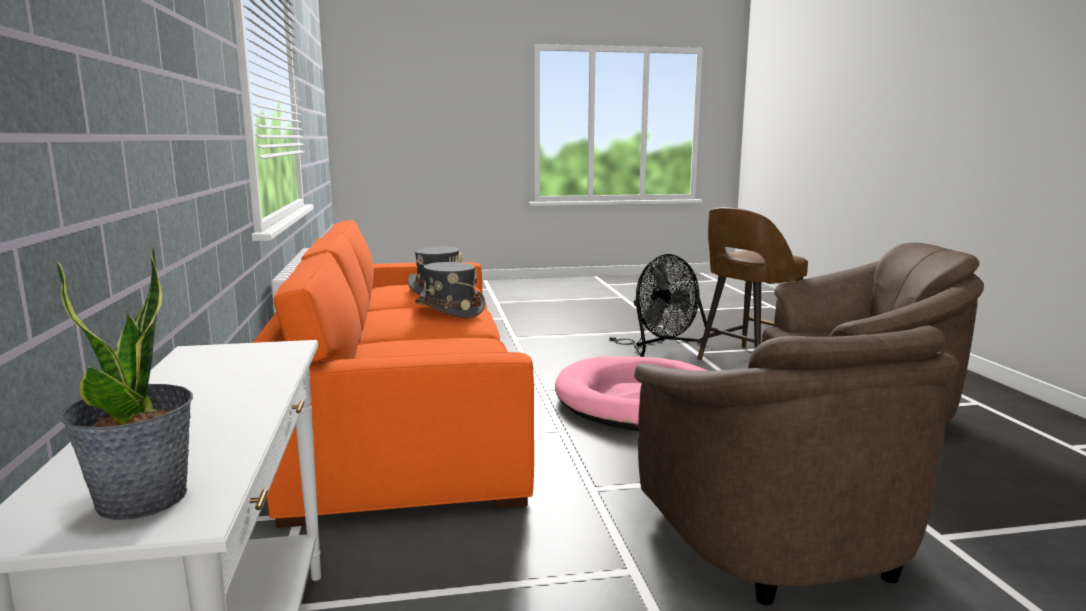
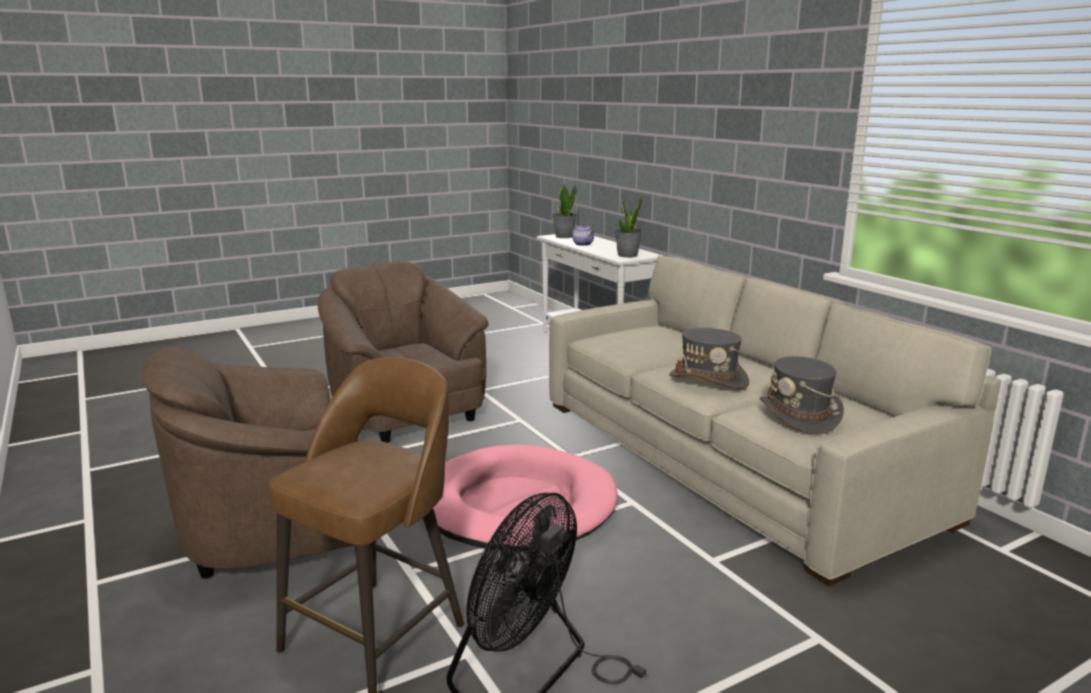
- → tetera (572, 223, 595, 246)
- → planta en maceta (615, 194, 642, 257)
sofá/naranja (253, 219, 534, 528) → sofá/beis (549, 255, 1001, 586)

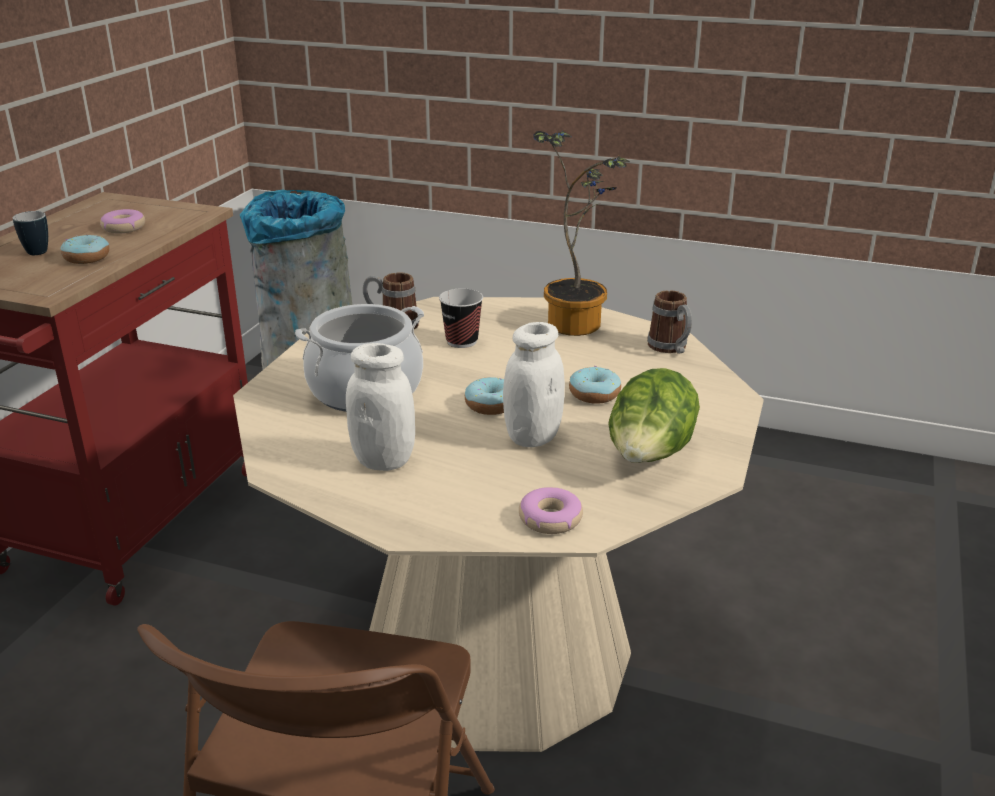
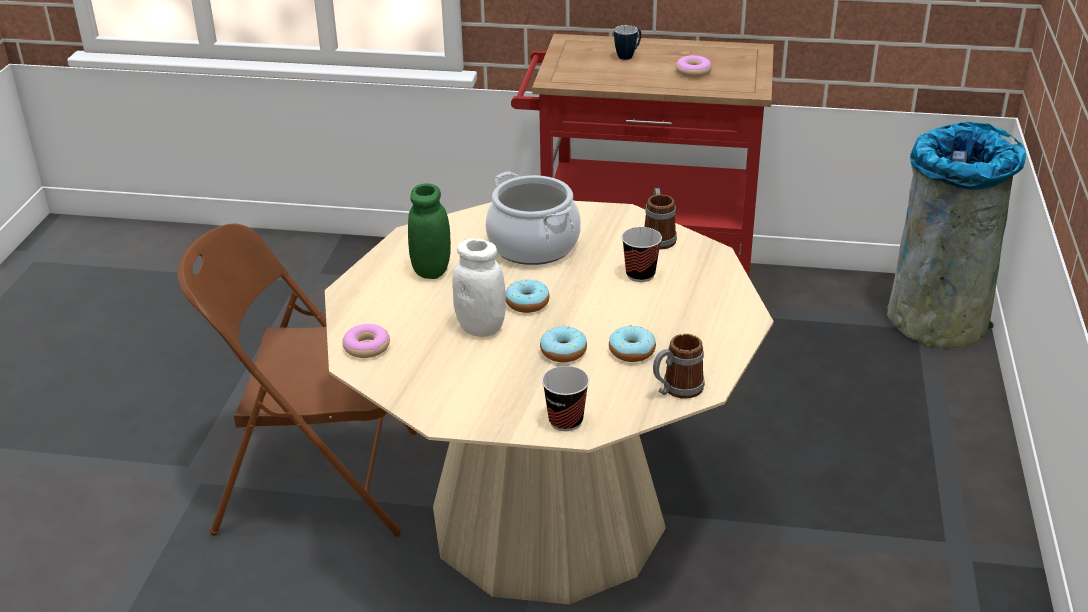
planta en maceta (533, 130, 630, 336) → -
lechuga (608, 368, 700, 463) → -
- → taza (542, 366, 589, 431)
rosquilla (60, 235, 109, 264) → rosquilla (609, 325, 656, 362), moved
tarro/blanco (346, 343, 415, 471) → tarro/verde (408, 183, 451, 279)

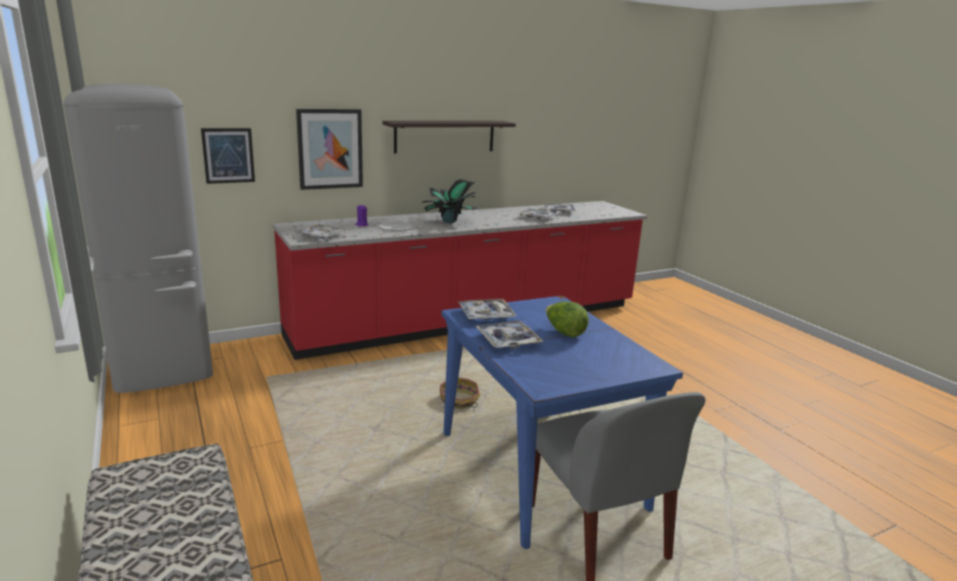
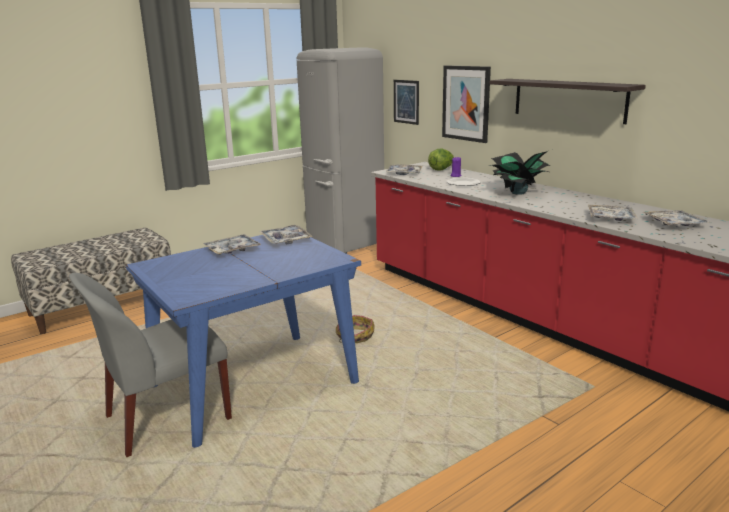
lechuga (546, 301, 589, 337) → lechuga (428, 149, 454, 170), moved

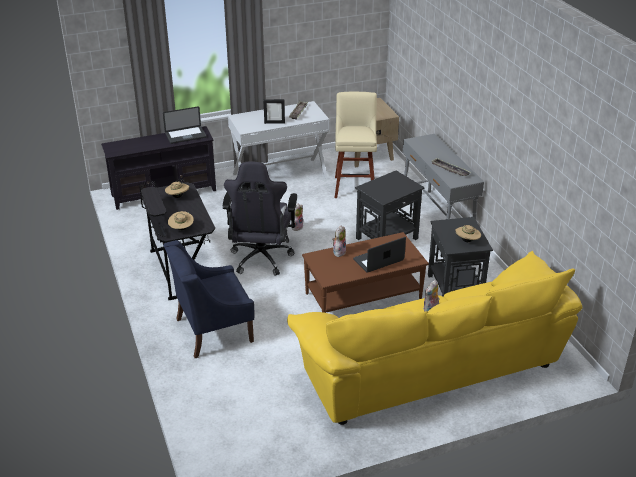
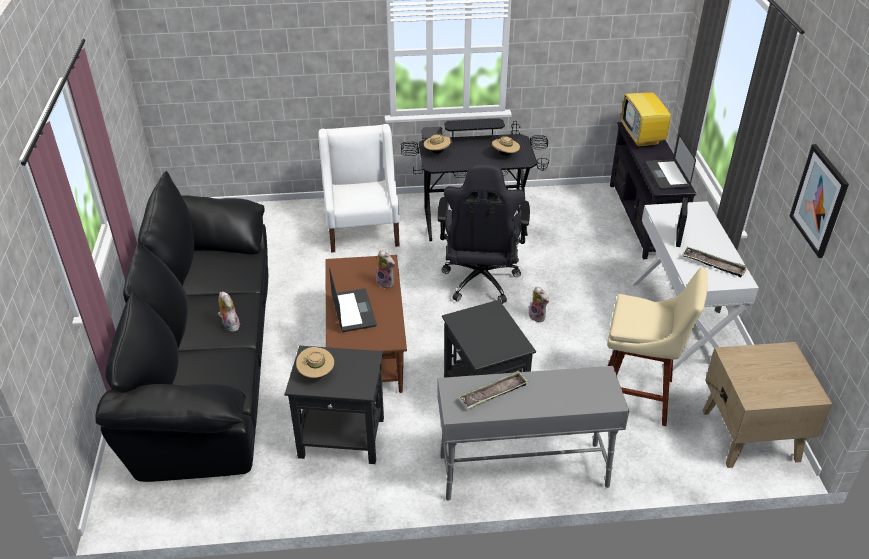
- → televisor (621, 78, 675, 147)
- → cuadro (790, 144, 849, 258)
sillón/azul (163, 240, 255, 358) → sillón/blanco (319, 124, 400, 253)
sofá/amarillo (287, 251, 582, 425) → sofá/negro (95, 171, 268, 482)
silla de oficina/negro (223, 161, 297, 276) → silla de oficina/negro (438, 165, 530, 304), 105 degrees counterclockwise

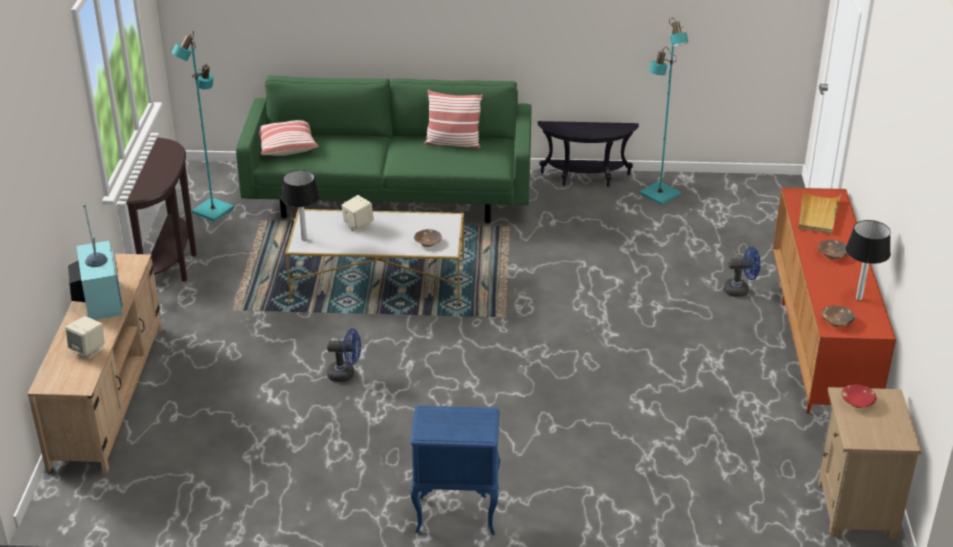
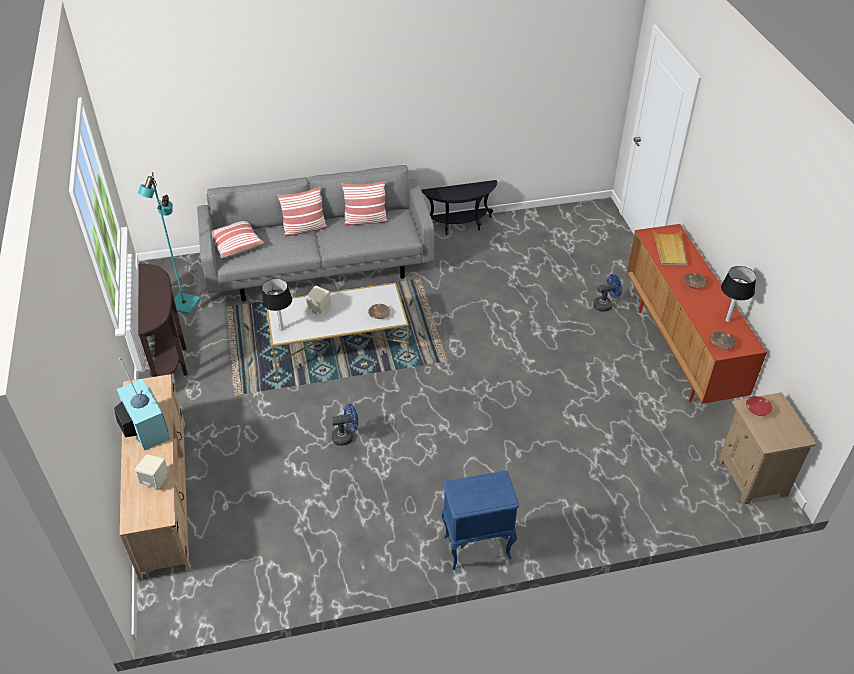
lámpara de pie/turquesa (639, 17, 689, 205) → -
- → cojín (277, 187, 328, 237)
sofá/verde (236, 75, 532, 223) → sofá/gris (197, 165, 434, 302)

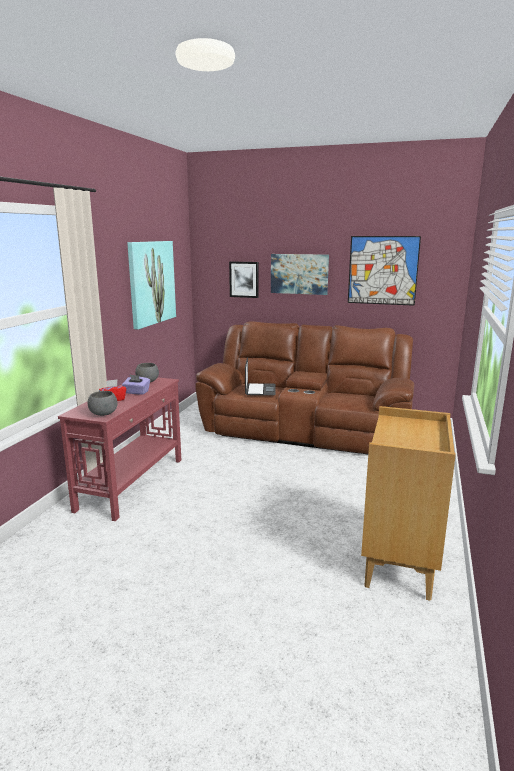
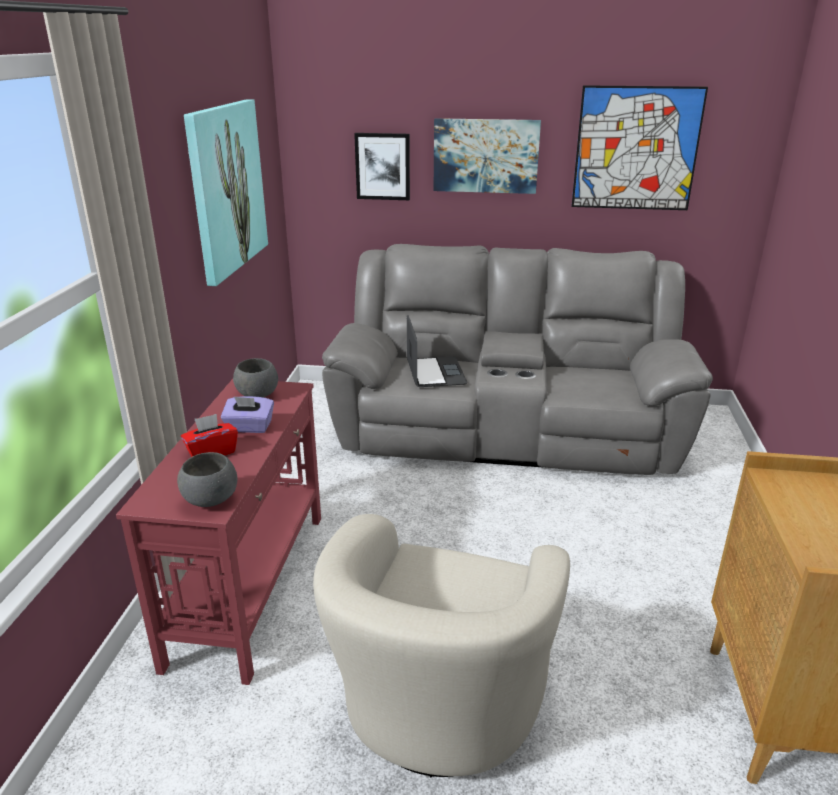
- → sillón/beis (313, 514, 570, 778)
sofá/marrón (195, 321, 414, 454) → sofá/gris (322, 244, 713, 475)

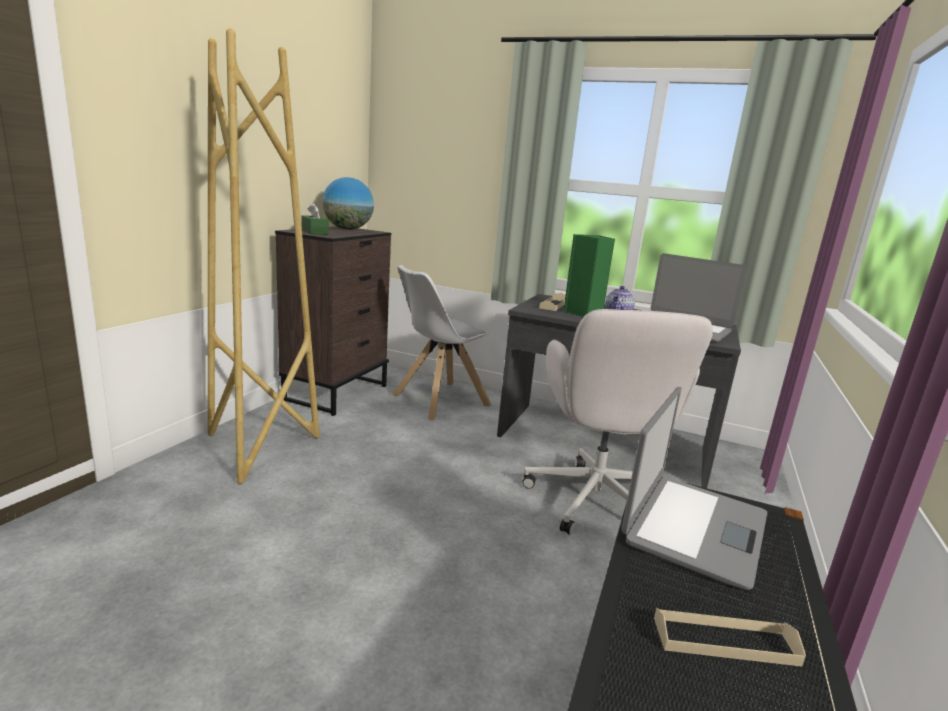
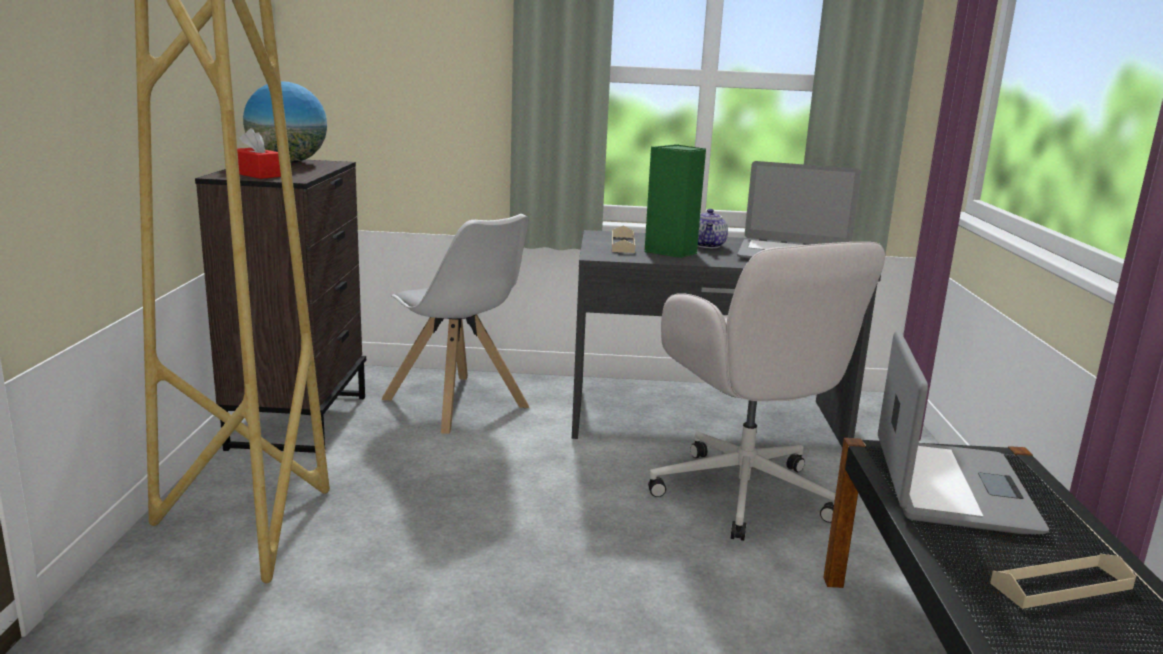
caja de pañuelos/verde (302, 203, 329, 235) → caja de pañuelos/rojo (237, 128, 281, 179)
silla (392, 265, 492, 420) → silla (382, 214, 529, 434), 75 degrees counterclockwise

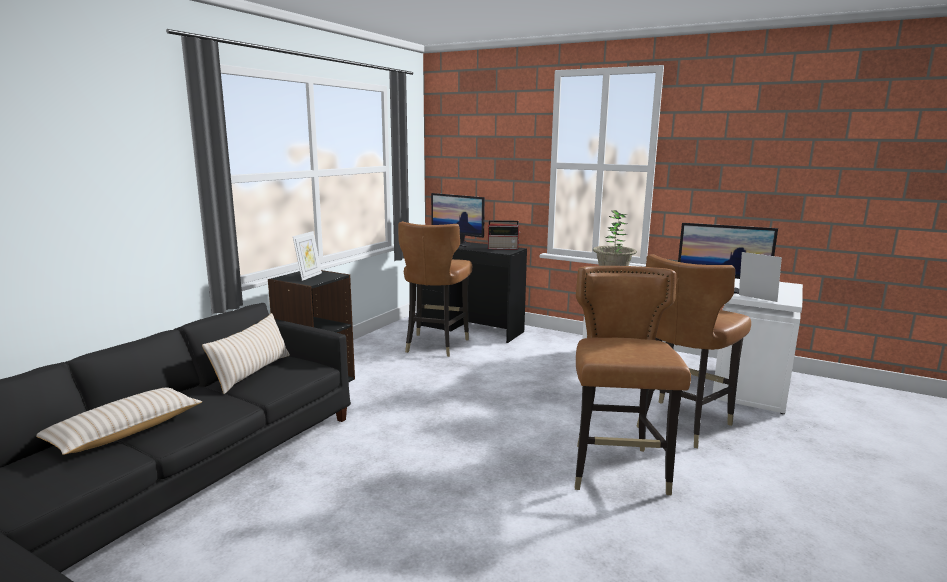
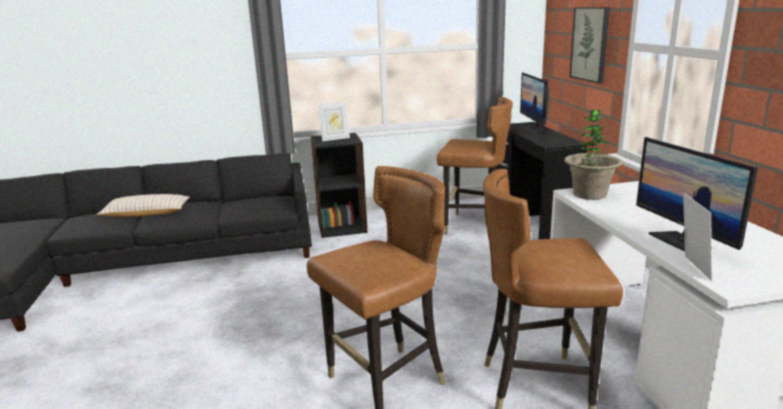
cojín/beis (202, 313, 290, 394) → -
radio (488, 220, 520, 250) → -
- → cuadro (569, 7, 610, 84)
silla/marrón (398, 221, 472, 357) → silla/marrón (437, 97, 513, 234), 135 degrees counterclockwise

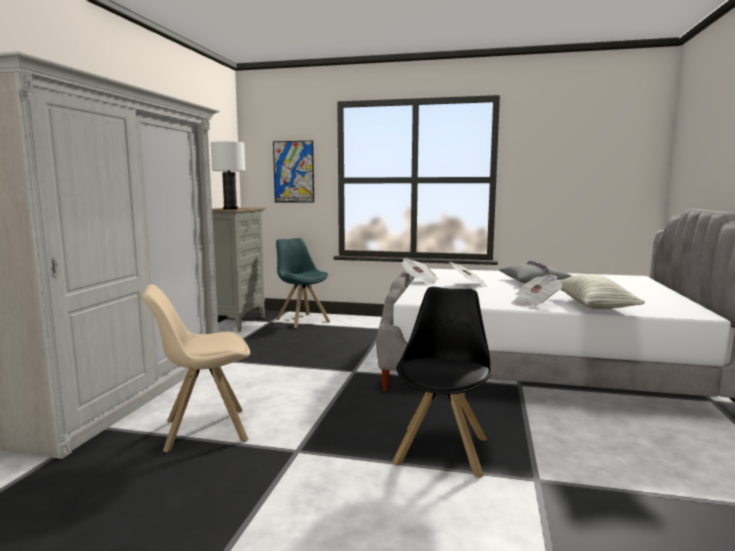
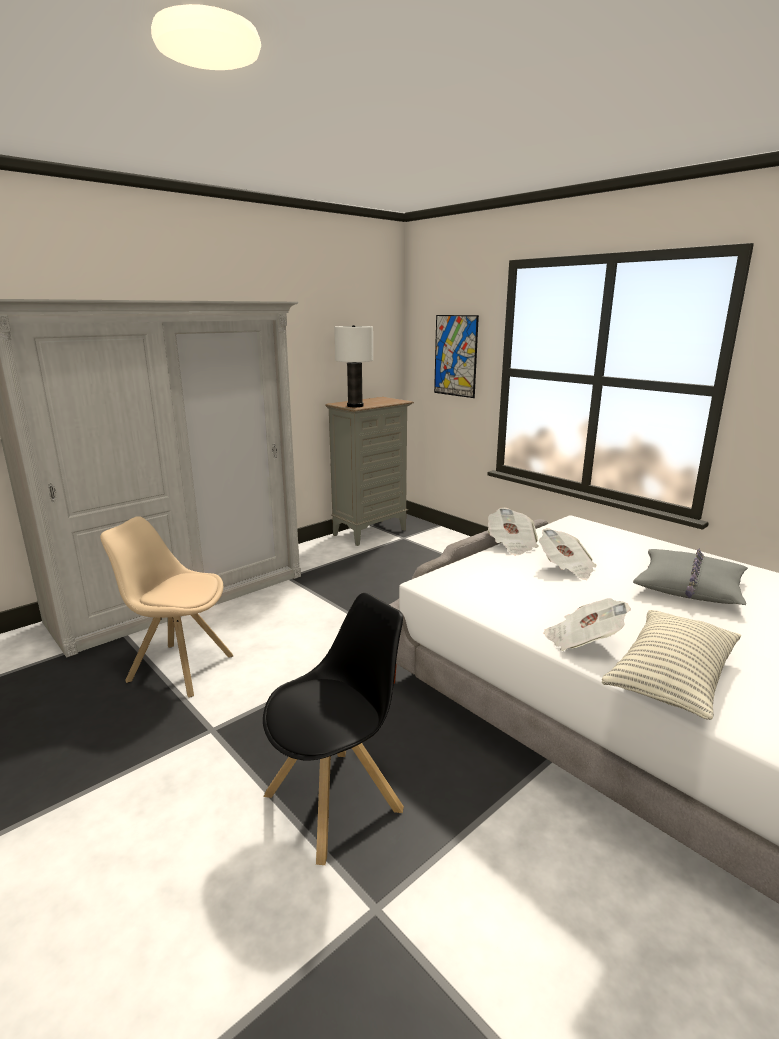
silla/turquesa (276, 238, 330, 328) → -

